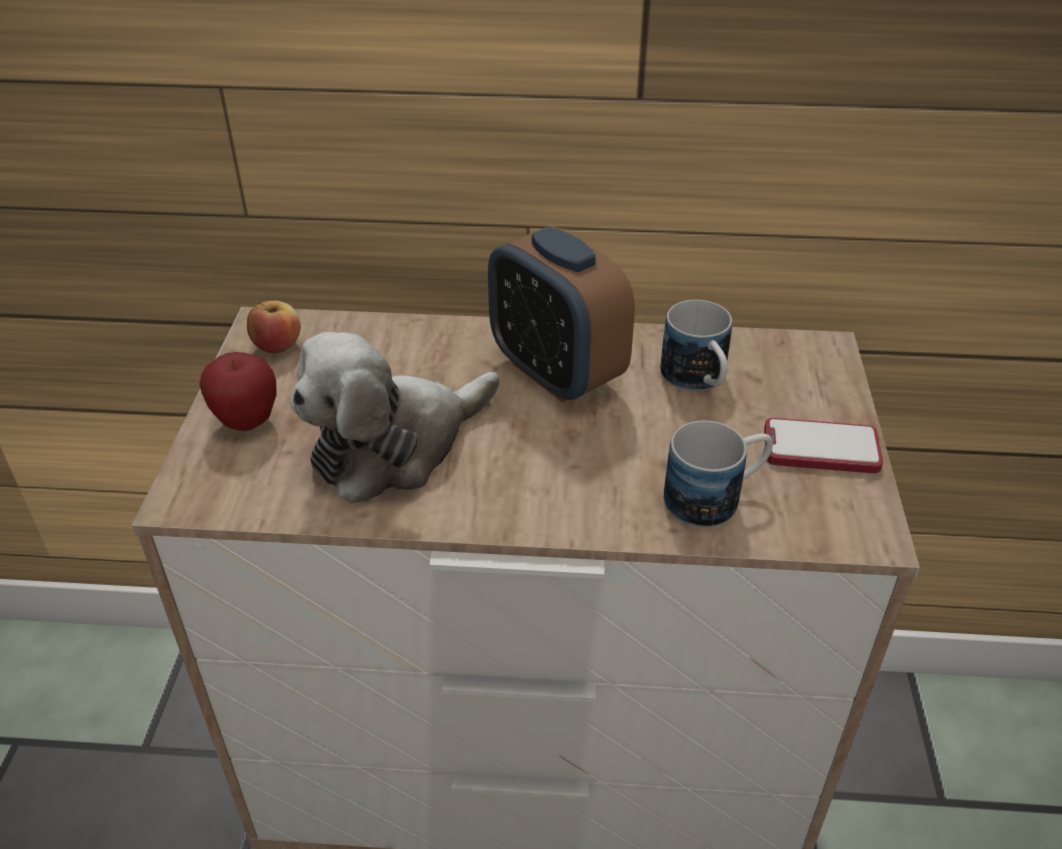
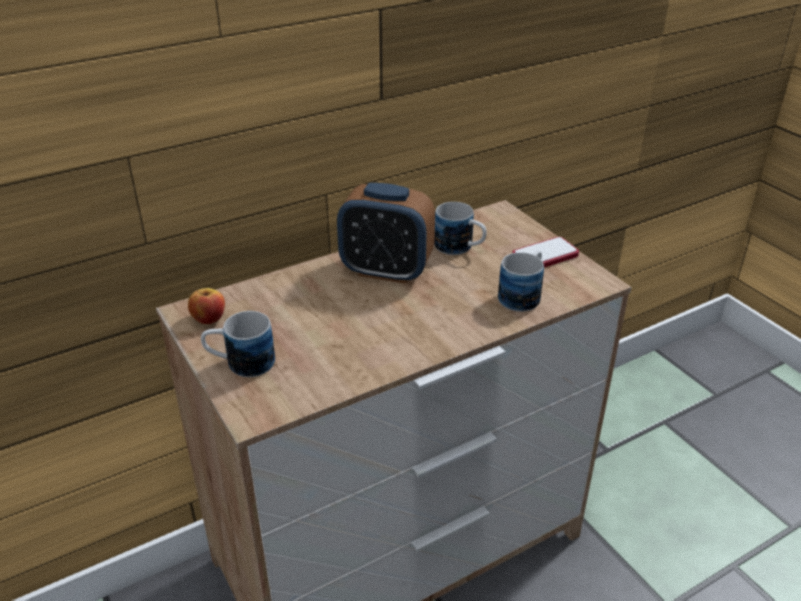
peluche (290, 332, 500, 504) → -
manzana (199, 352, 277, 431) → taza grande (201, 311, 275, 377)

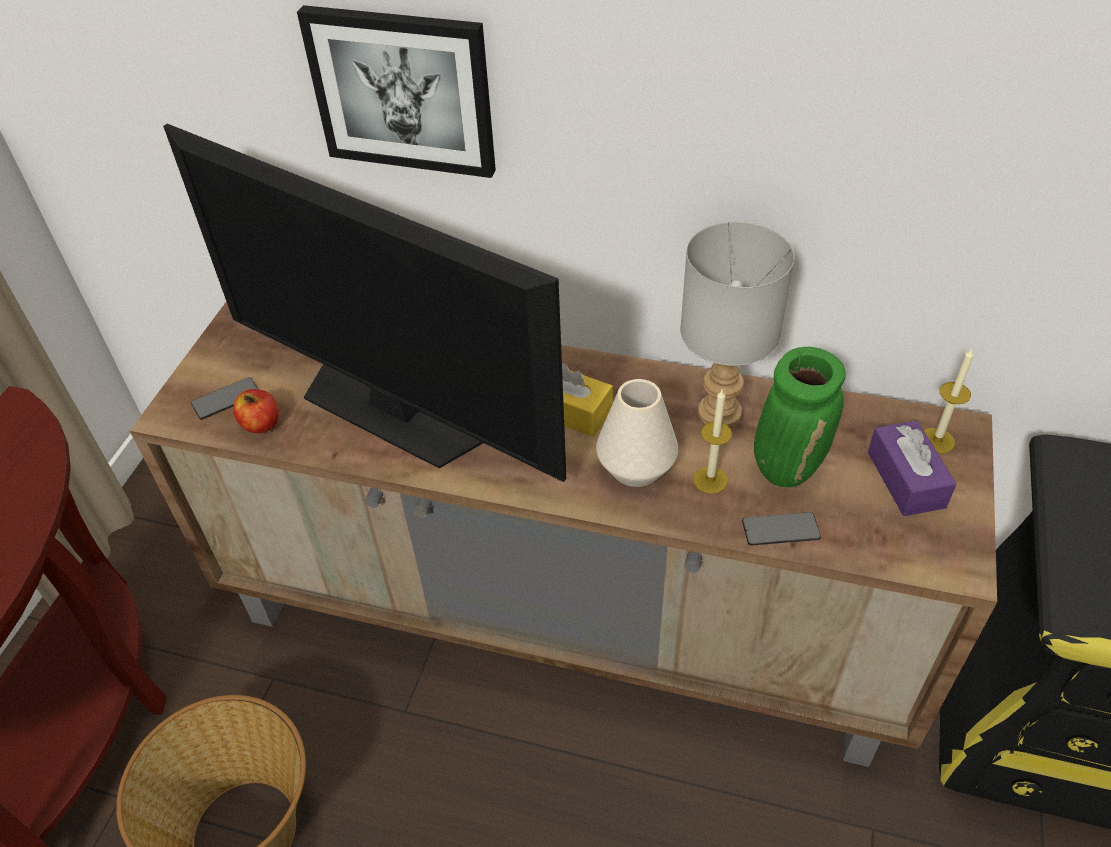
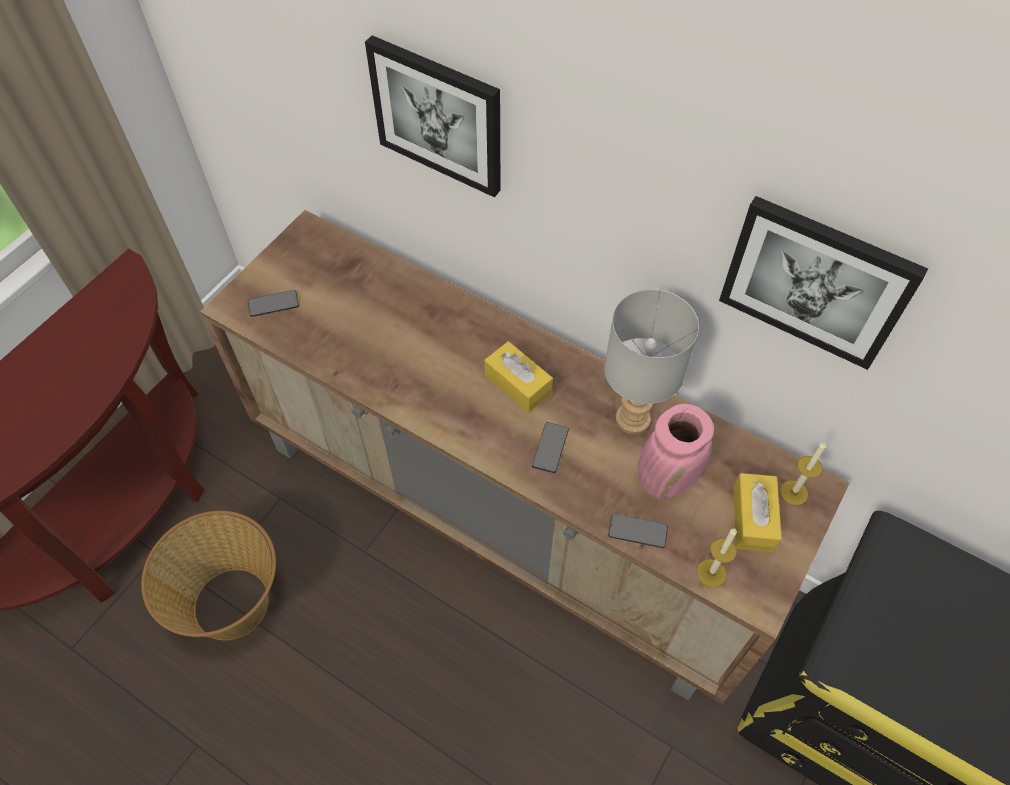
televisor (163, 124, 566, 482) → -
manzana (233, 389, 279, 433) → -
- → cuadro (719, 196, 928, 370)
vela (693, 390, 732, 494) → vela (697, 529, 737, 587), moved
florero/blanco (596, 379, 678, 487) → móvil (532, 422, 569, 473)
florero/verde (754, 347, 846, 487) → florero/rosa (638, 404, 714, 500)
caja de pañuelos/morado (868, 421, 957, 516) → caja de pañuelos/amarillo (734, 473, 782, 552)

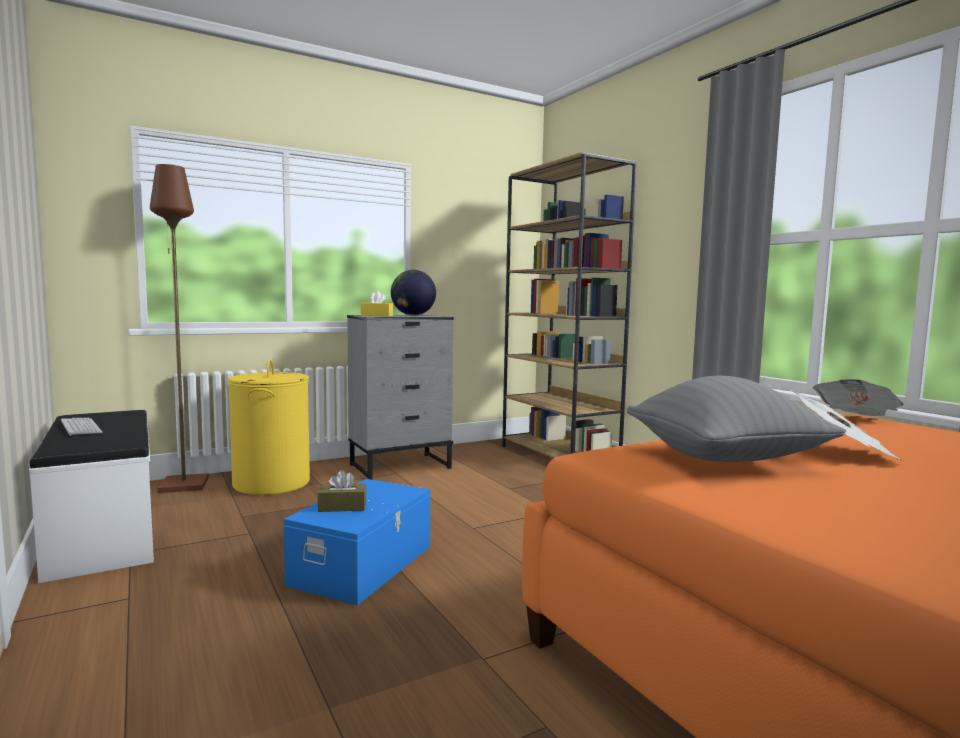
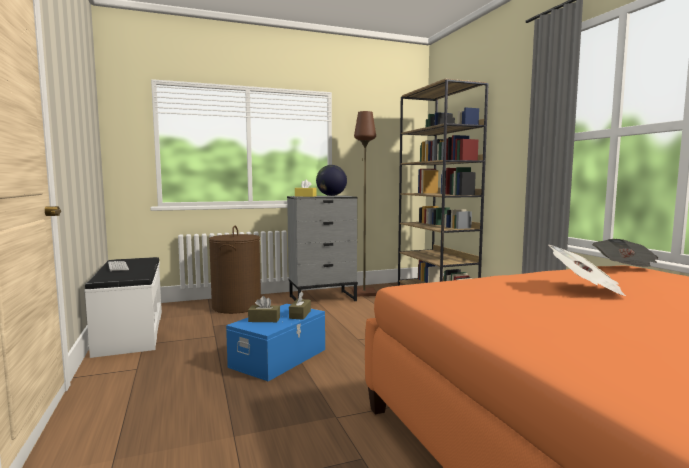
cojín/gris (627, 376, 846, 462) → -
- → caja de pañuelos/marrón (289, 292, 311, 320)
lámpara de pie/marrón (150, 164, 209, 493) → lámpara de pie/marrón (352, 111, 377, 296), moved
cesto de la ropa/amarillo (228, 359, 310, 495) → cesto de la ropa/marrón (209, 226, 261, 314)

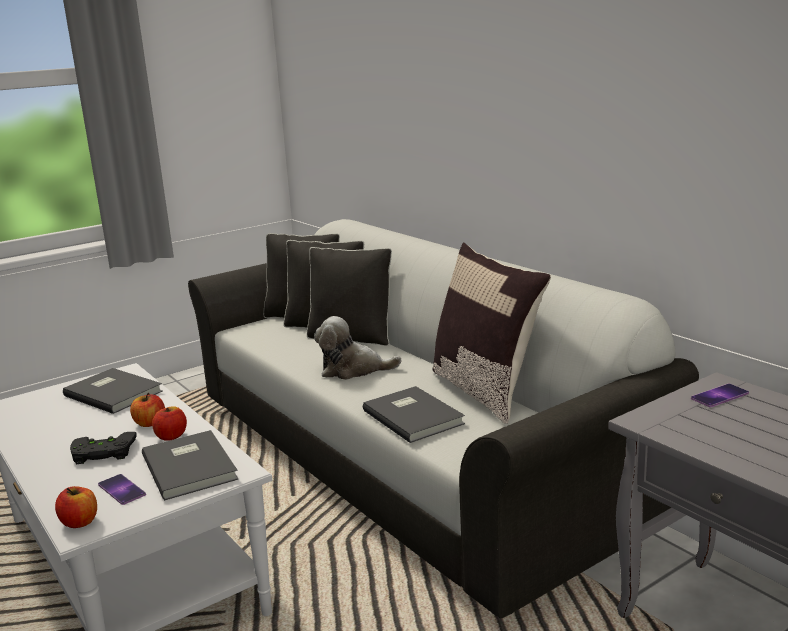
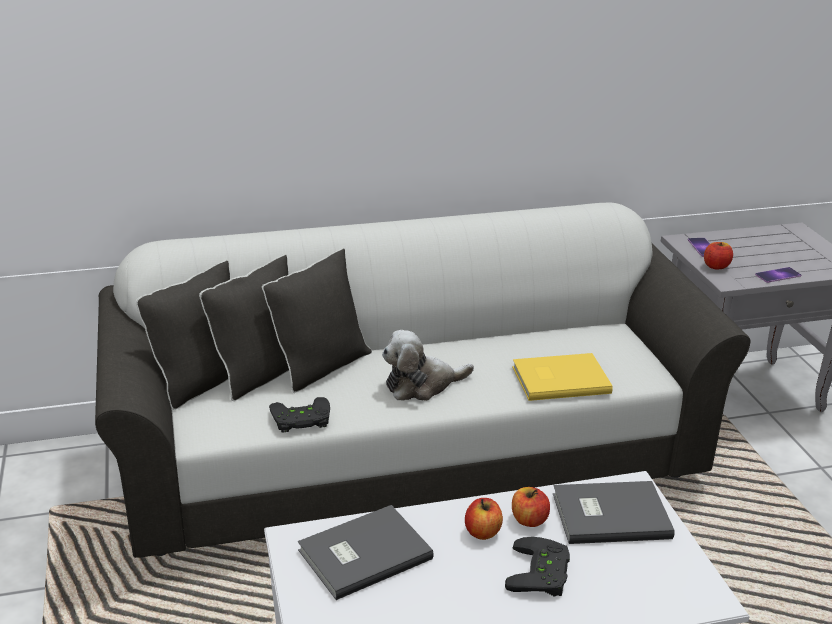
cojín (432, 242, 551, 424) → -
- → mando de consola/negro (269, 397, 330, 433)
manzana (55, 486, 97, 528) → manzana (704, 242, 733, 270), moved
móvil (98, 474, 146, 505) → móvil (755, 267, 801, 283), moved
libro/gris (363, 386, 465, 443) → libro/amarillo (512, 353, 613, 401)
peluche (314, 316, 402, 380) → peluche (382, 330, 474, 401), 45 degrees clockwise

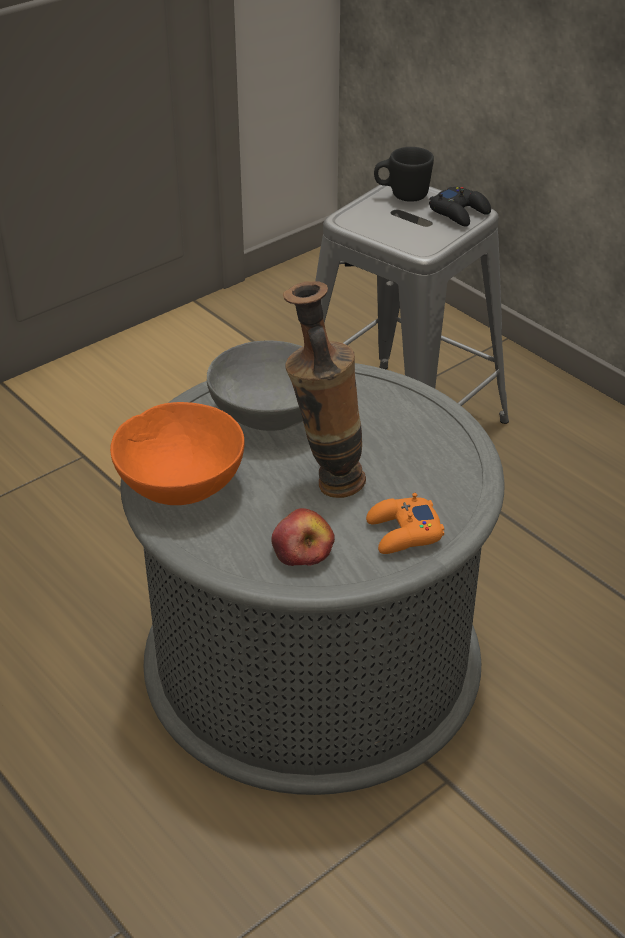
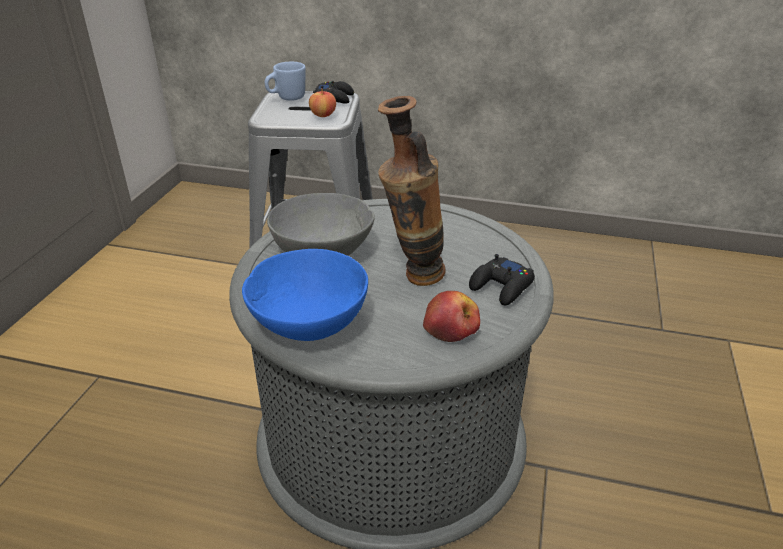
- → manzana (309, 91, 336, 117)
cuenco/naranja (110, 402, 245, 505) → cuenco/azul (242, 249, 368, 341)
mando de consola/naranja (366, 493, 445, 554) → mando de consola/negro (469, 254, 535, 305)
taza grande/negro (374, 147, 434, 202) → taza grande/azul (265, 62, 306, 101)

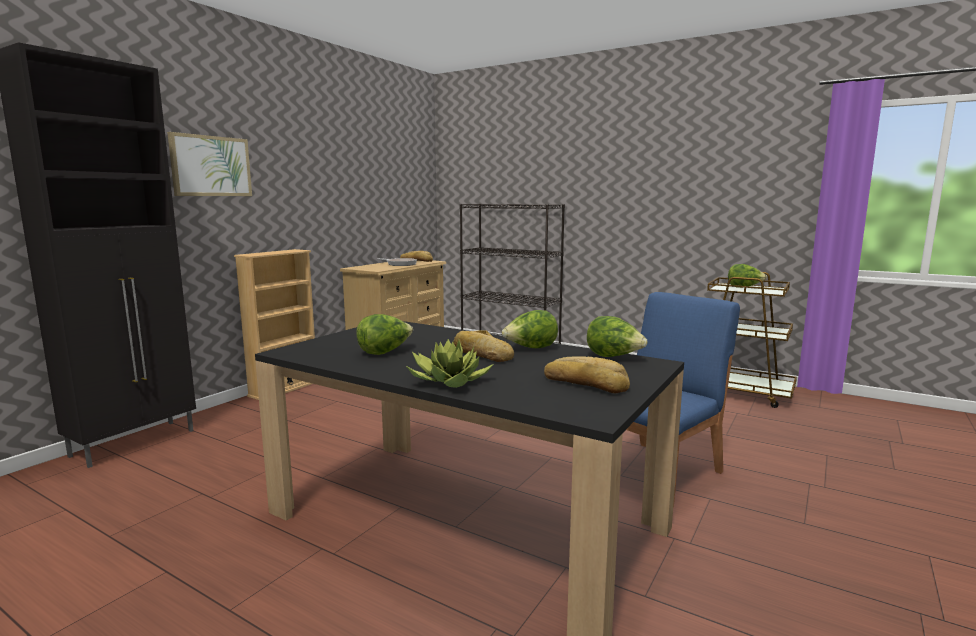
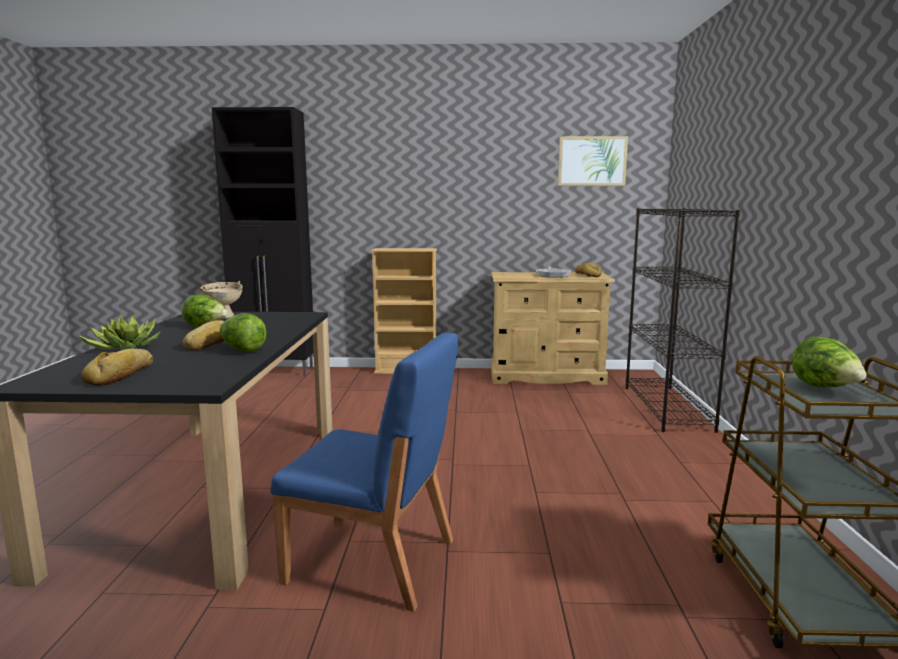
lechuga (587, 316, 648, 357) → -
- → cuenco/beis (200, 281, 243, 319)
cuadro (167, 132, 252, 196) → cuadro (558, 136, 628, 186), moved

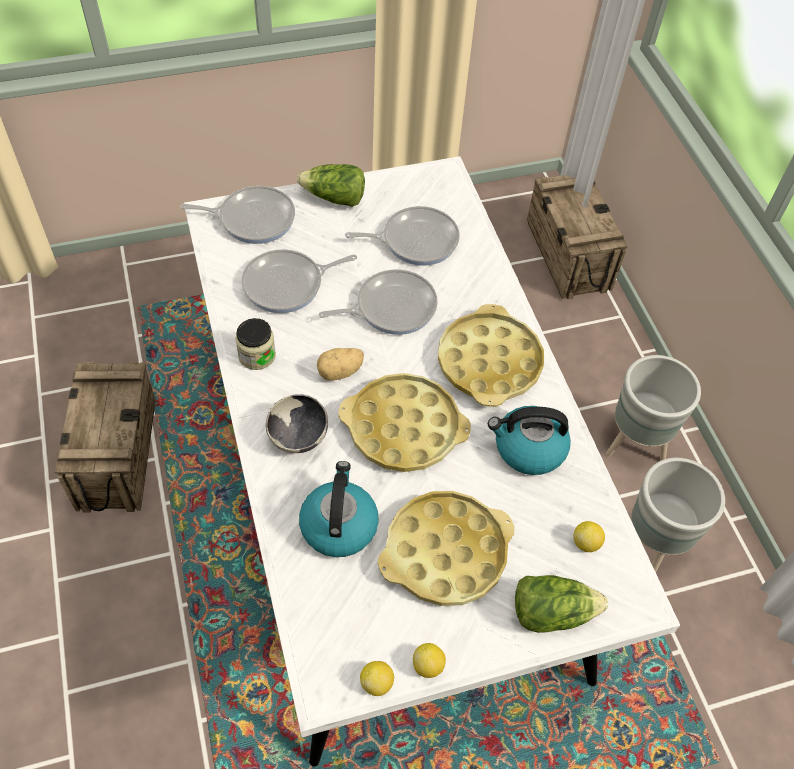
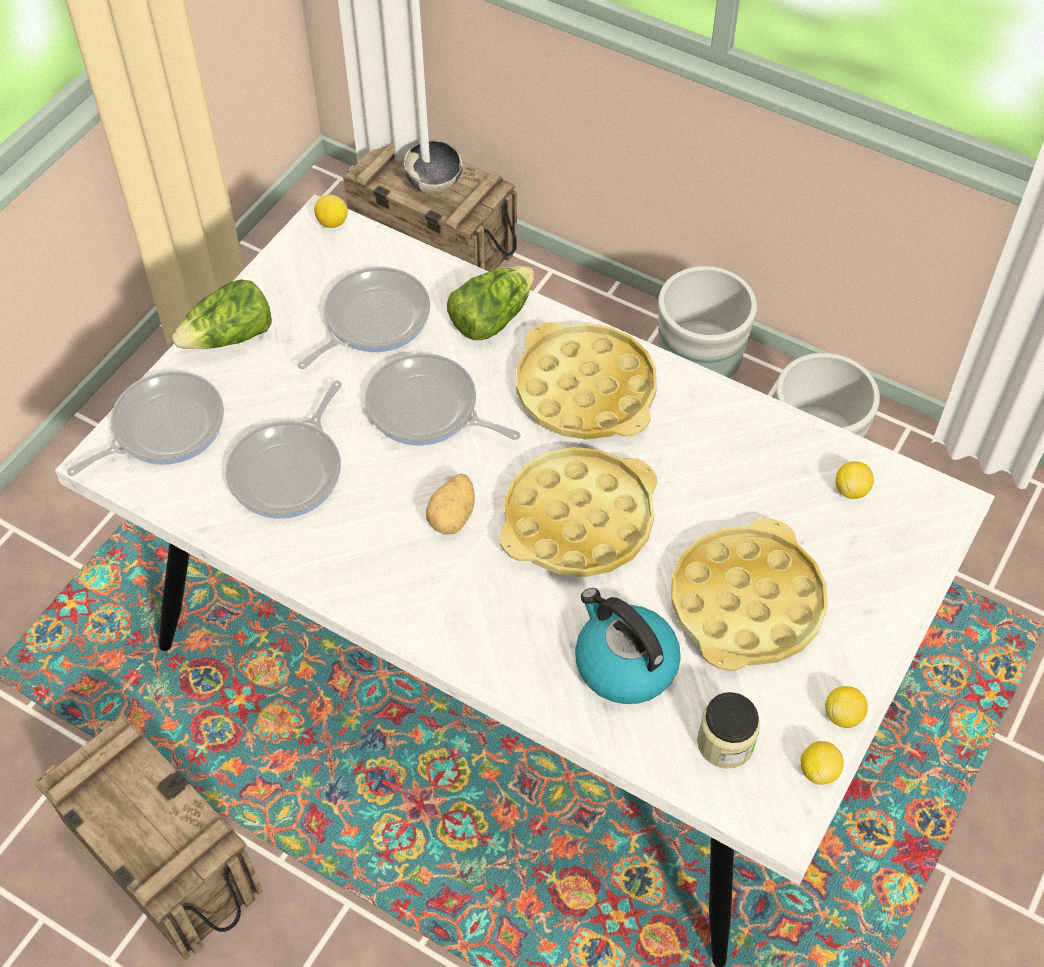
hervidor (488, 406, 571, 475) → -
- → limón (314, 195, 348, 228)
tarro (235, 318, 276, 370) → tarro (697, 692, 760, 769), moved
cuenco (266, 394, 328, 453) → cuenco (404, 140, 463, 194), moved
lechuga (515, 575, 608, 633) → lechuga (447, 266, 535, 340), moved
sartén (319, 269, 438, 335) → sartén (365, 353, 521, 446), 90 degrees counterclockwise

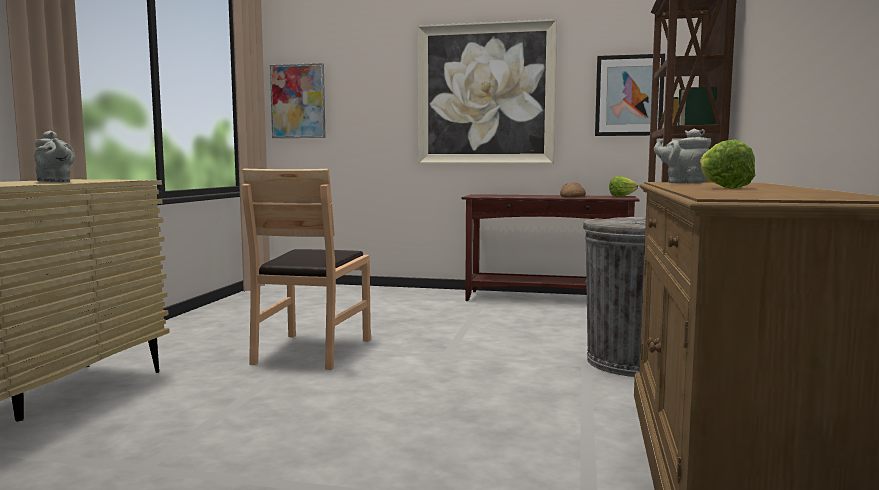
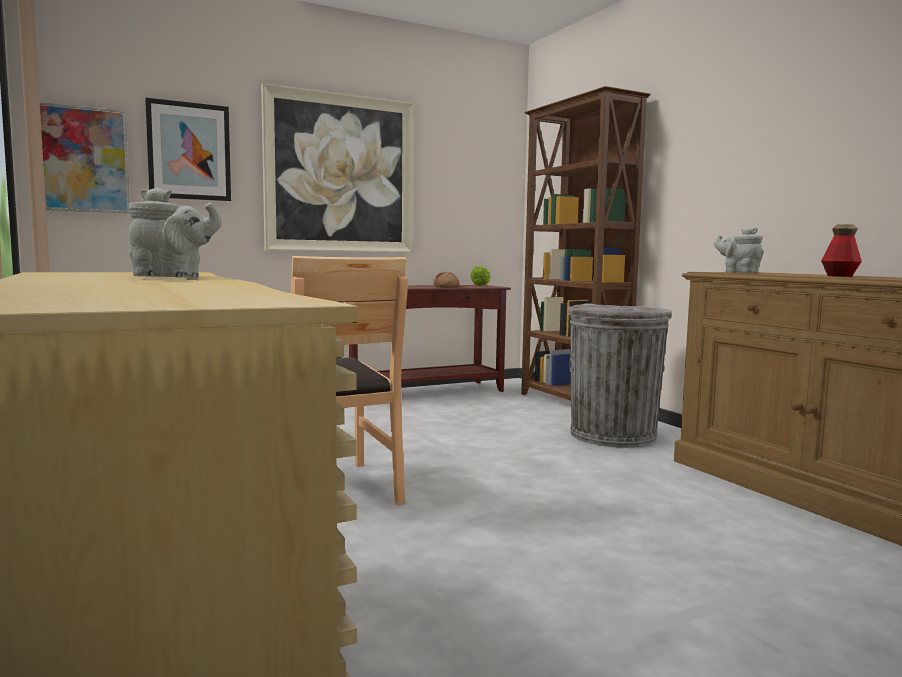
cuadro (595, 54, 665, 136) → cuadro (145, 98, 231, 201), moved
lechuga (700, 139, 755, 189) → botella (821, 224, 862, 277)
tetera/gris (654, 129, 711, 184) → tetera/gris (714, 227, 763, 273), 45 degrees clockwise

